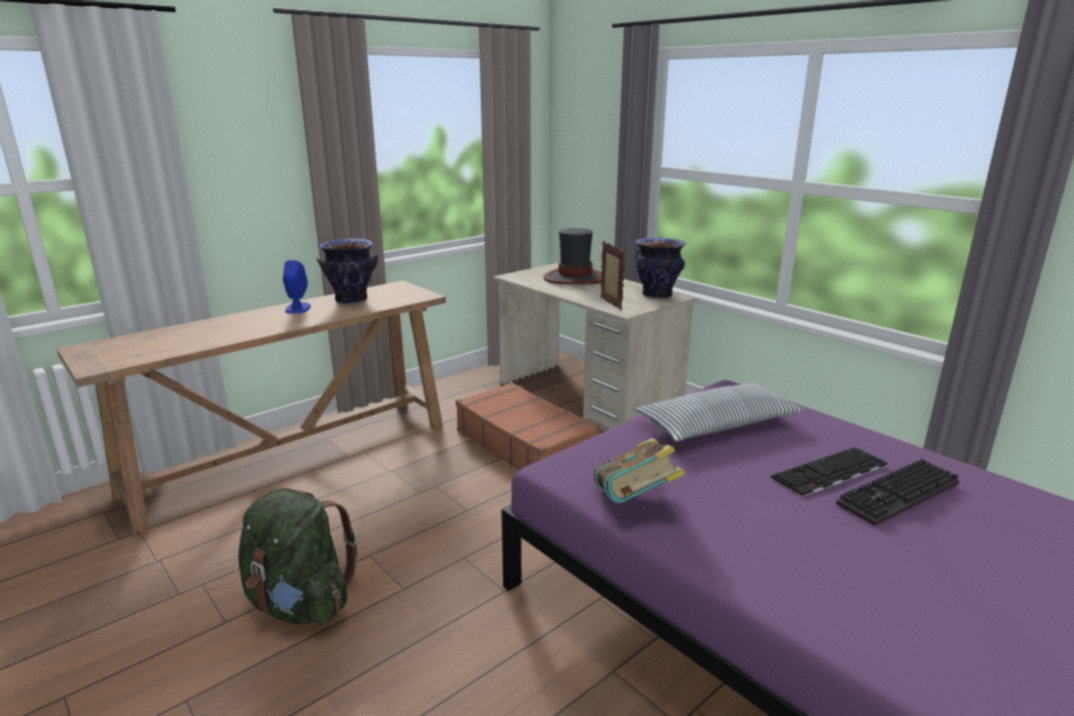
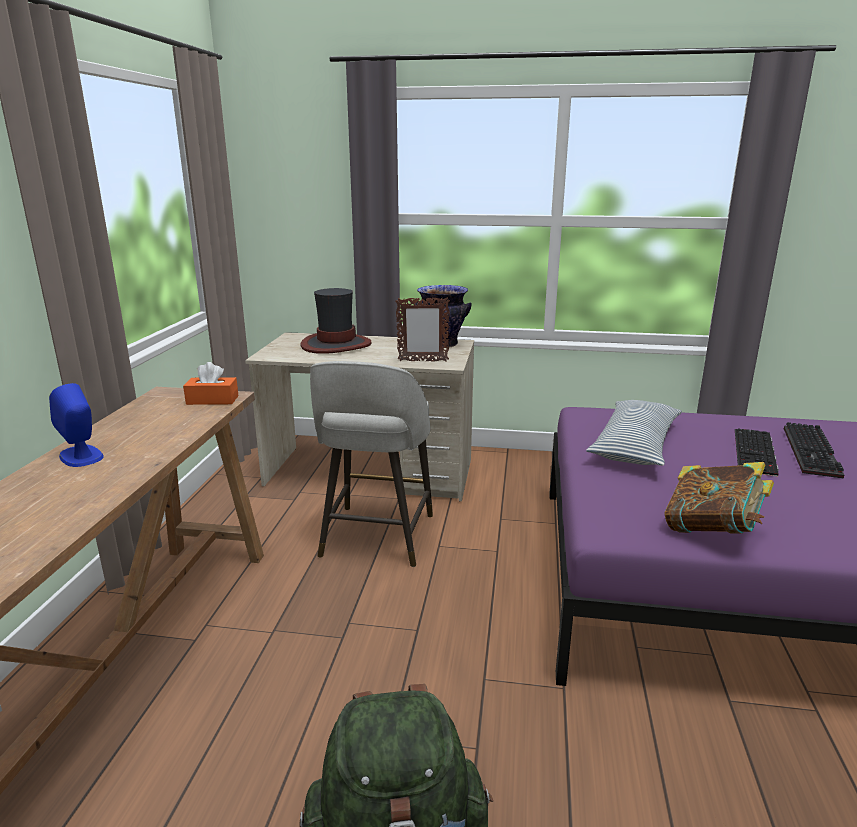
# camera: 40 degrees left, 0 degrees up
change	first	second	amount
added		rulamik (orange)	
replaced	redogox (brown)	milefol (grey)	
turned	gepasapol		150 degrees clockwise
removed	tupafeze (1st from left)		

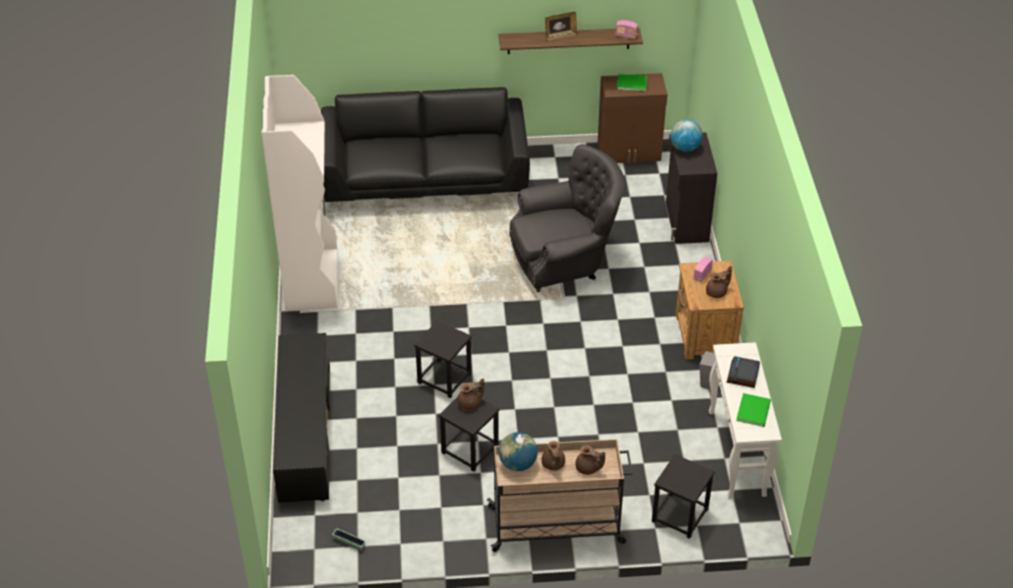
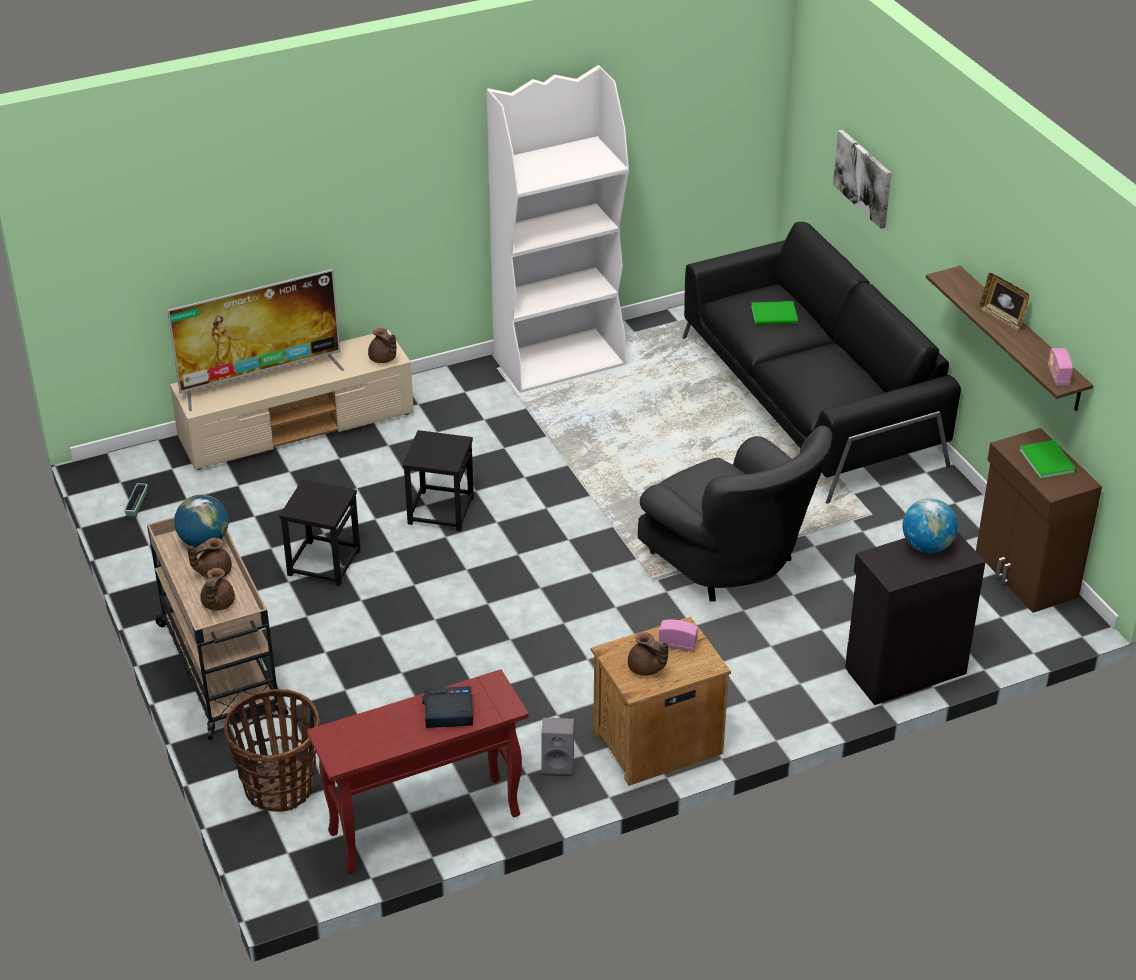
# camera: 70 degrees right, 5 degrees down
change	first	second	amount
added		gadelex	
recoloured	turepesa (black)	turepesa (beige)	
replaced	milefol (black) (3rd from left)	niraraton	
recoloured	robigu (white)	robigu (red)	
moved	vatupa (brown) (1st from left in the first image)	vatupa (brown) (3rd from left)	
moved	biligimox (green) (2nd from left in the first image)	biligimox (green) (1st from left)	
added		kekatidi	

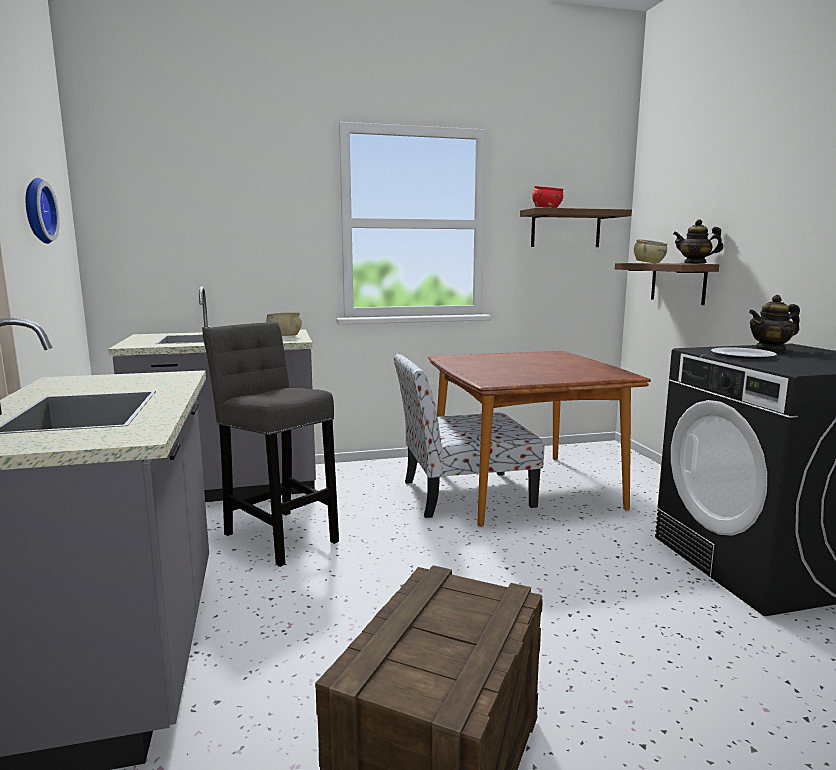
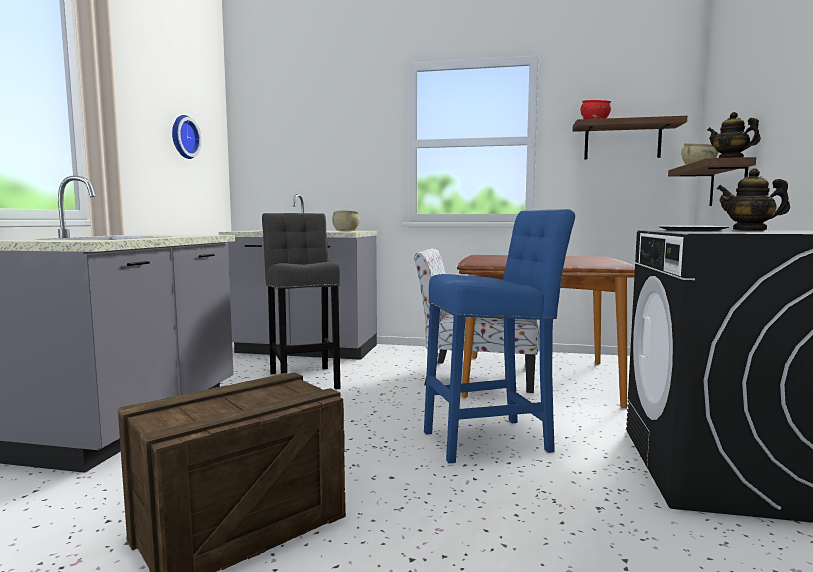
# camera: 25 degrees right, 5 degrees down
change	first	second	amount
added		milefol (blue)	

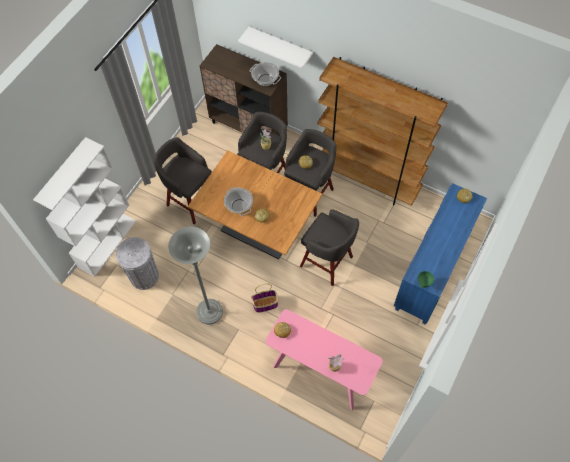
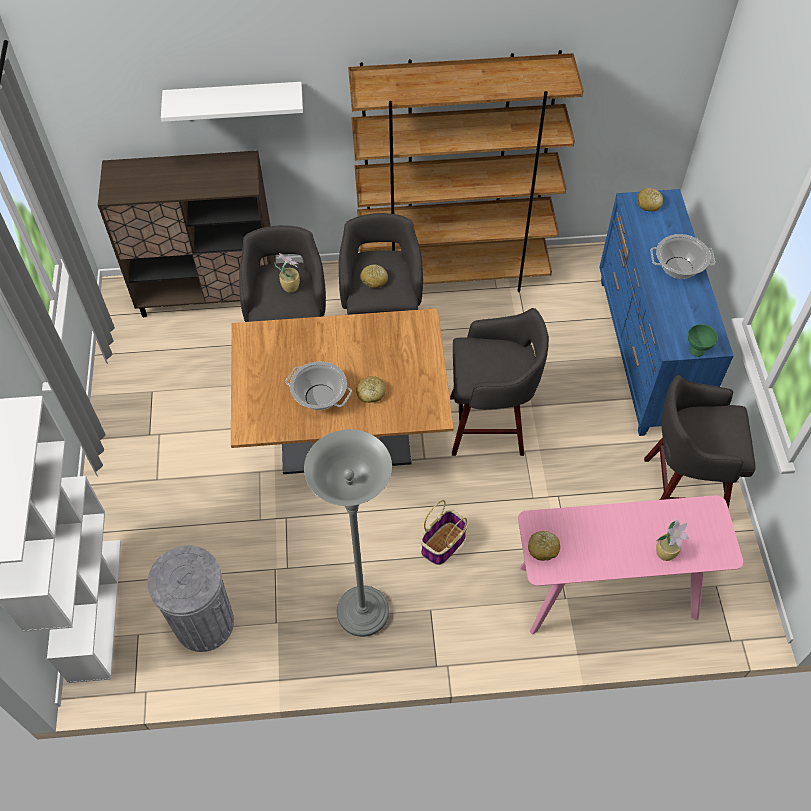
# camera: 35 degrees left, 5 degrees down
change	first	second	amount
moved	milefol (grey) (1st from left in the first image)	milefol (grey) (4th from left)	
moved	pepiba (2nd from left)		

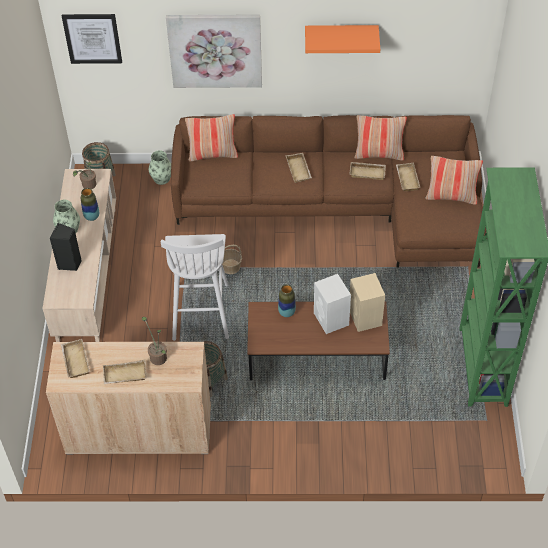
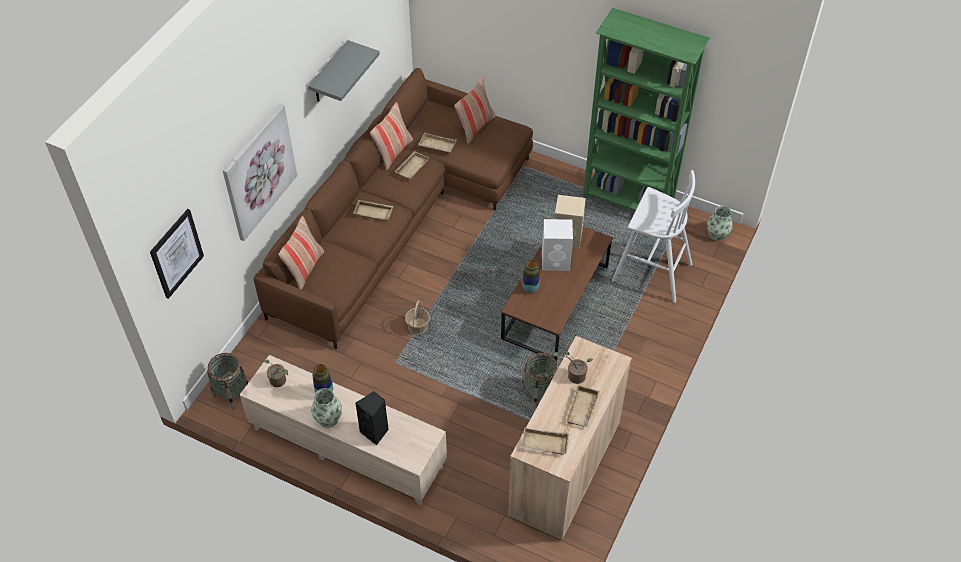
# camera: 65 degrees left, 0 degrees up
change	first	second	amount
recoloured	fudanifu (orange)	fudanifu (grey)	
moved	milefol (white)		
moved	tupafeze (3rd from left in the first image)	tupafeze (4th from left)	

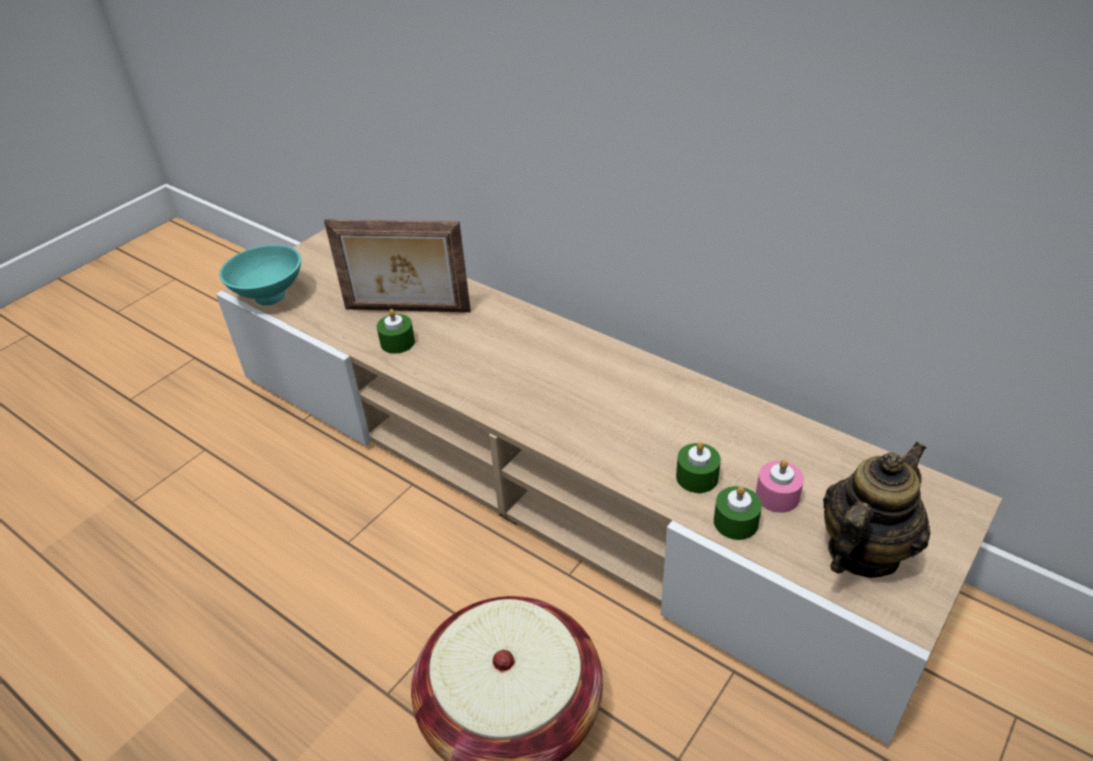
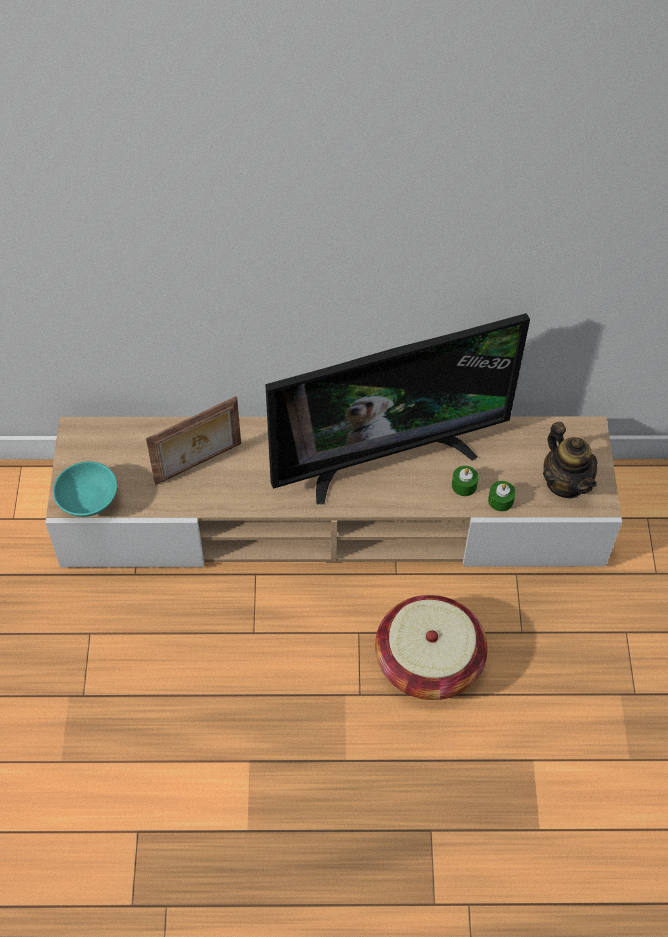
# camera: 40 degrees left, 15 degrees up
change	first	second	amount
added		gadelex	
turned	vatupa		150 degrees clockwise
removed	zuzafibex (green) (1st from left)		
removed	zuzafibex (pink)		

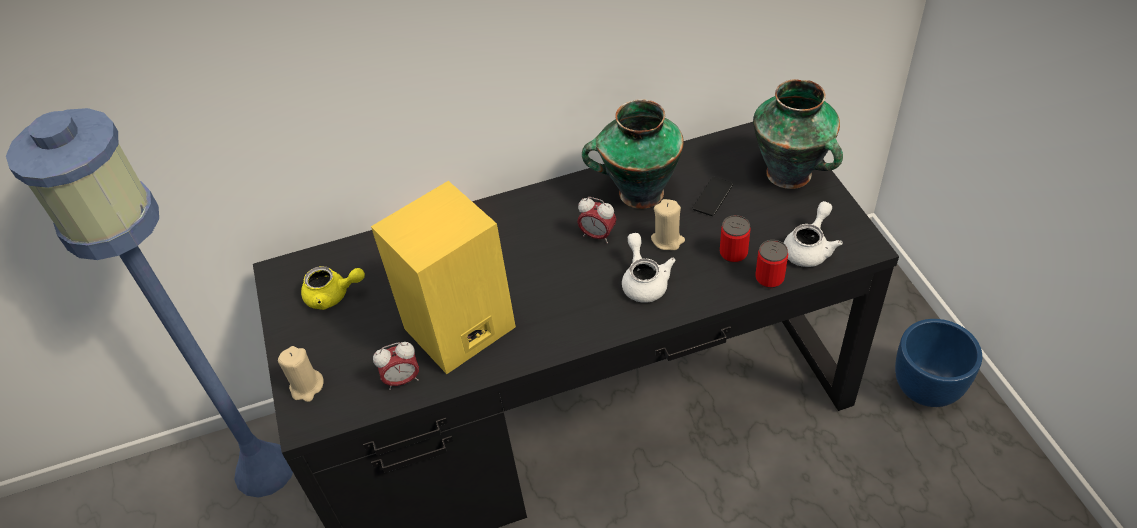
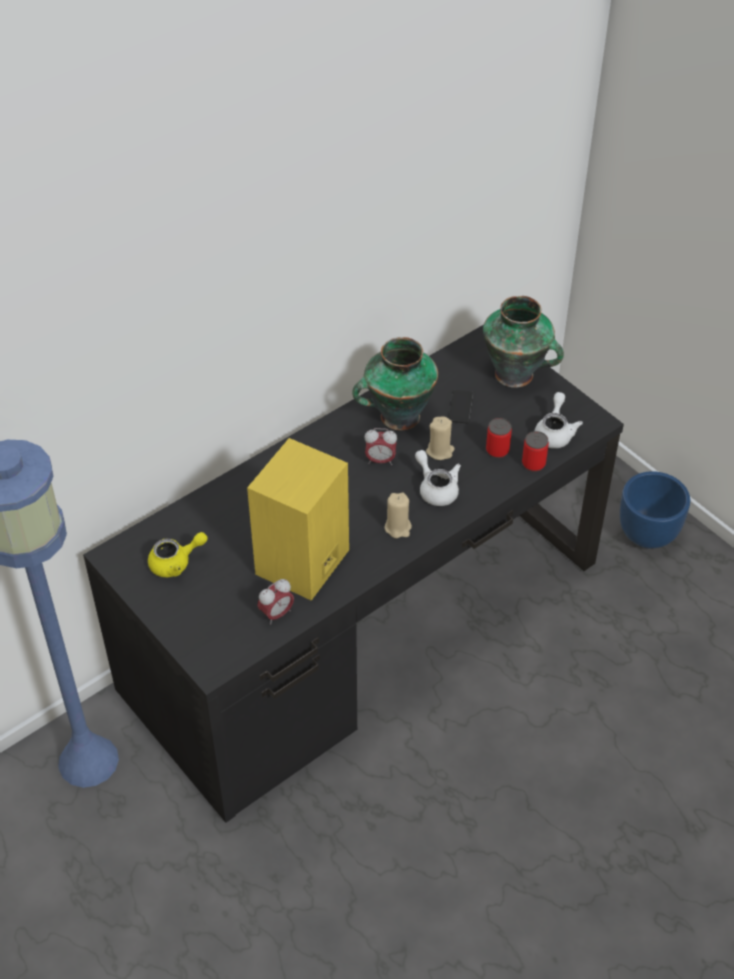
# camera: 25 degrees left, 0 degrees up
change	first	second	amount
moved	zuzafibex (beige) (1st from left)		

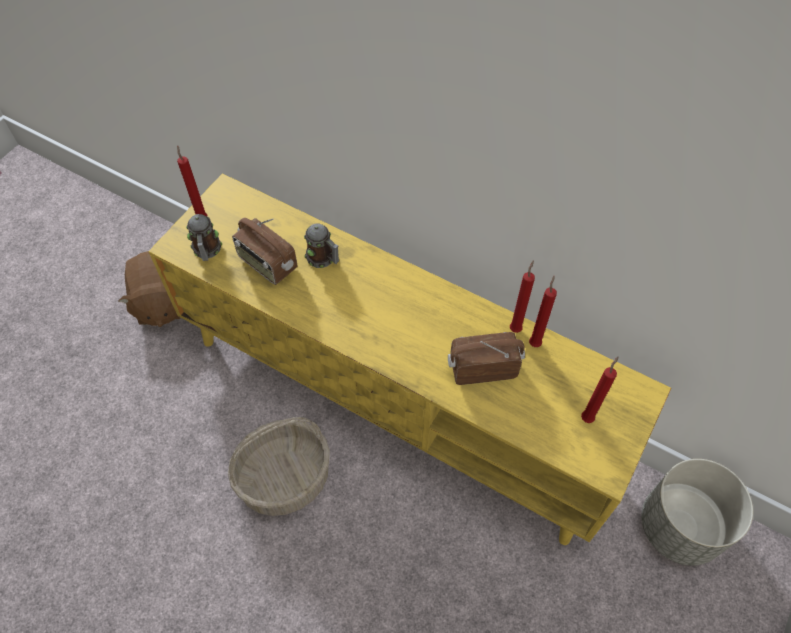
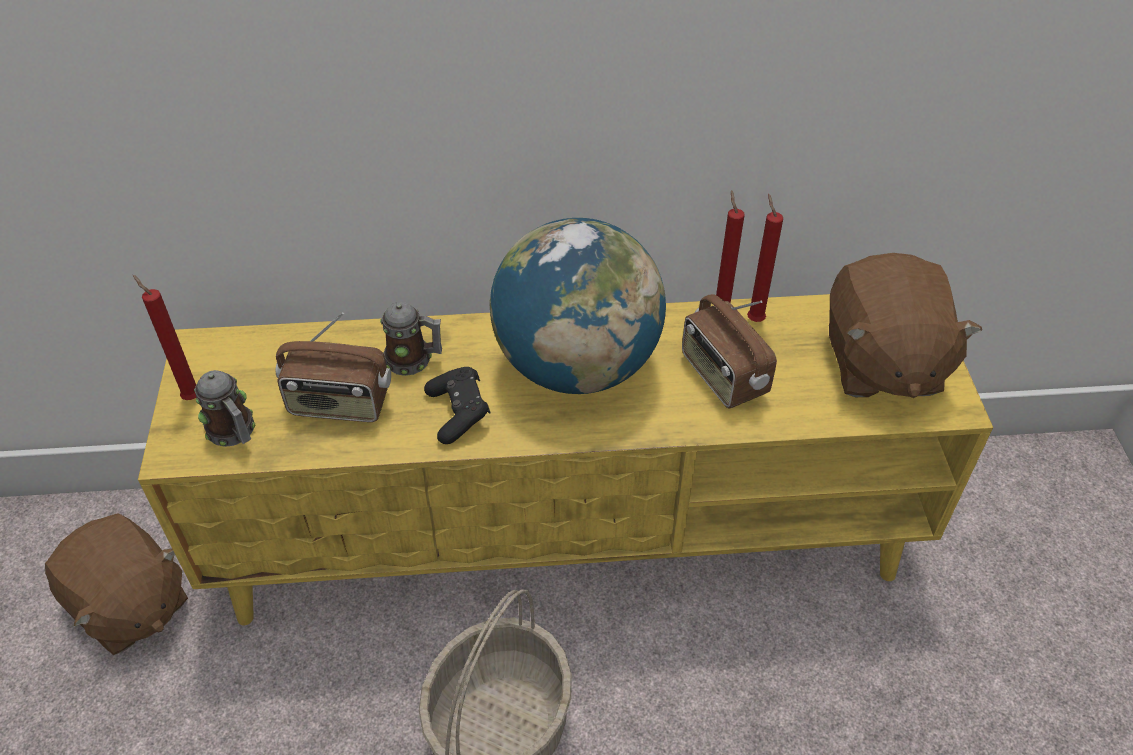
# camera: 35 degrees left, 10 degrees down
change	first	second	amount
added		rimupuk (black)	
added		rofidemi	
turned	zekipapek (2nd from left)		75 degrees counterclockwise
replaced	zuzafibex (red) (4th from left)	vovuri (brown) (2nd from left)	
removed	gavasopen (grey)		

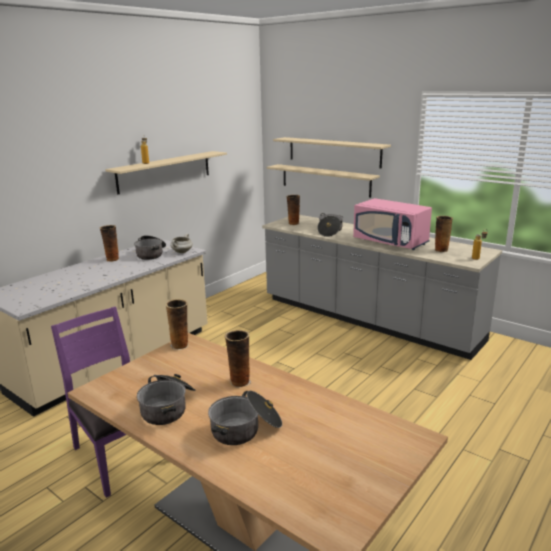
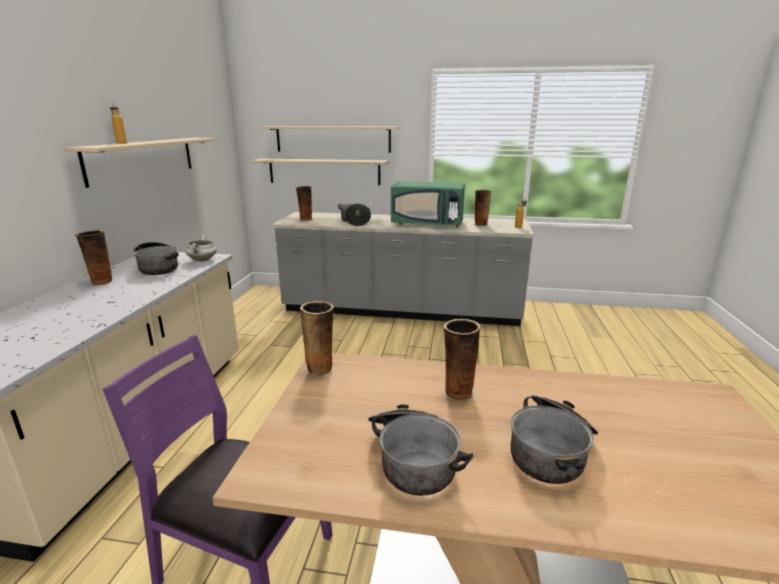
# camera: 30 degrees left, 0 degrees up
change	first	second	amount
recoloured	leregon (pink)	leregon (green)	

